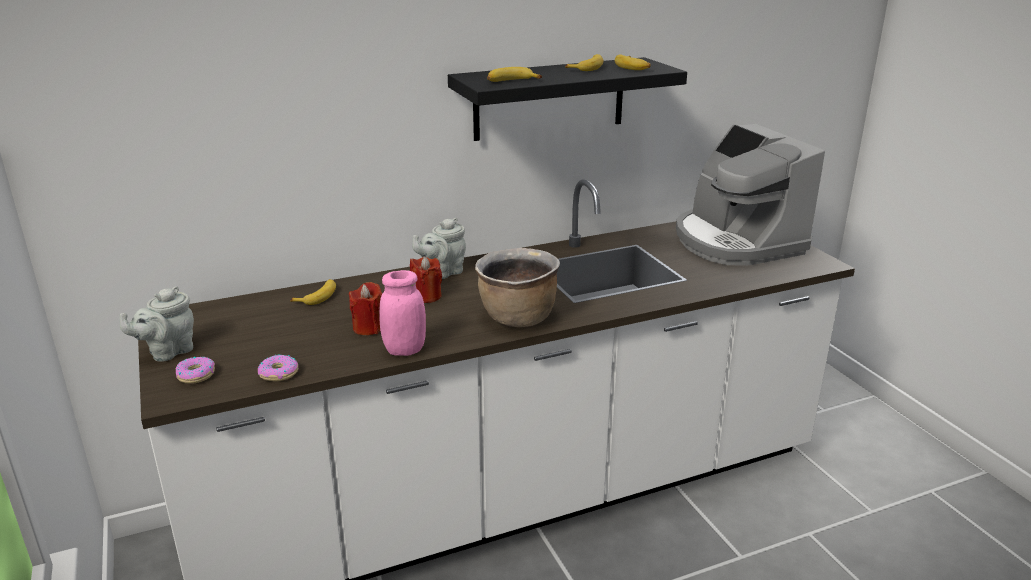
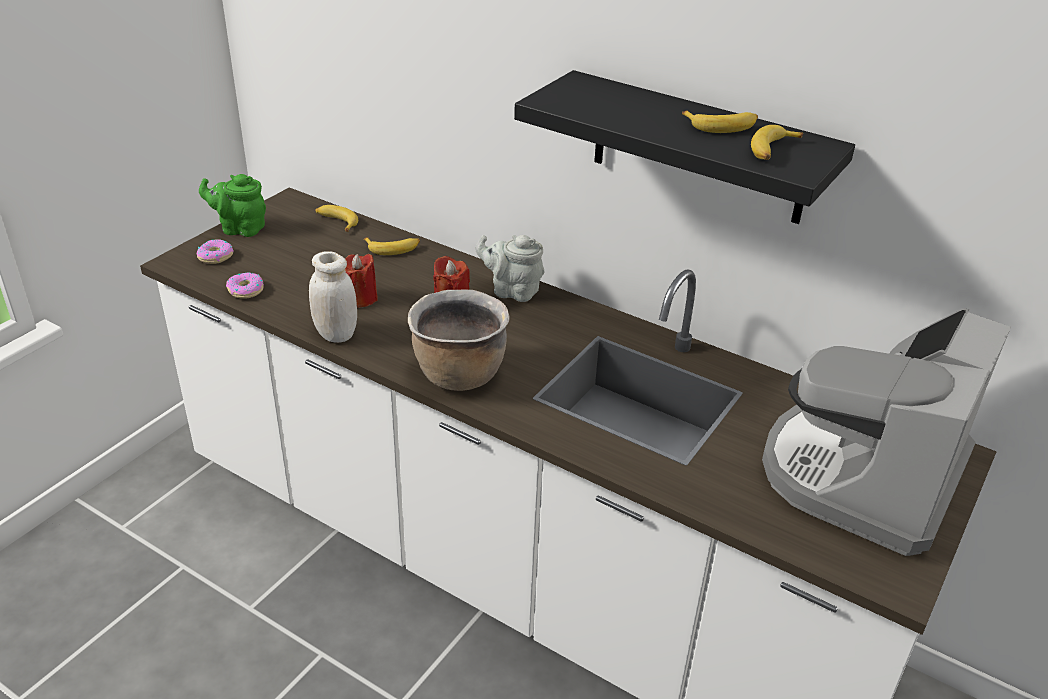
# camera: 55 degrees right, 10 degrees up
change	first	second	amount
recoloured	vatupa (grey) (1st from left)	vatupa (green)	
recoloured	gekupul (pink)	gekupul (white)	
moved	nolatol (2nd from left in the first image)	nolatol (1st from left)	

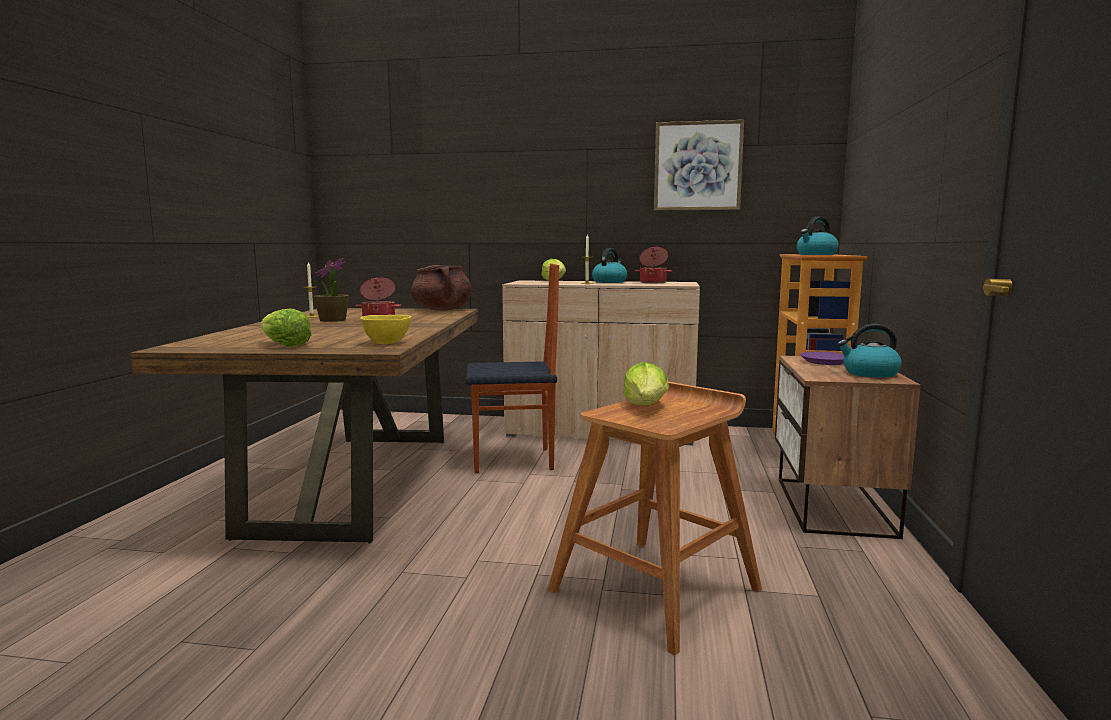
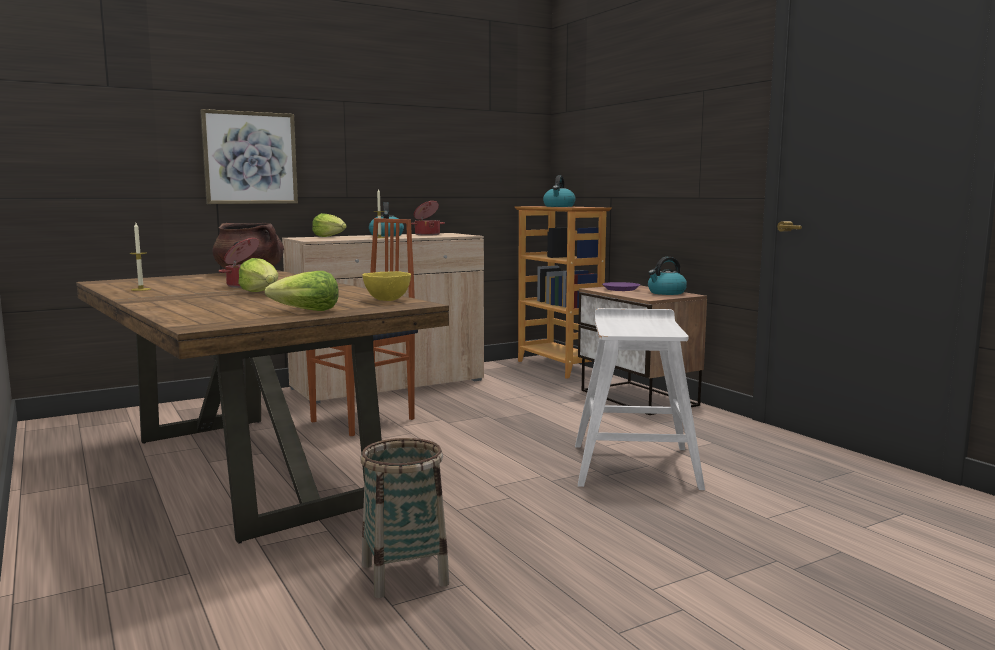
# camera: 40 degrees left, 0 degrees up
change	first	second	amount
moved	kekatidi		
moved	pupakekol (3rd from left in the first image)	pupakekol (1st from left)	
added		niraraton	
recoloured	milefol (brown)	milefol (white)	
removed	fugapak		

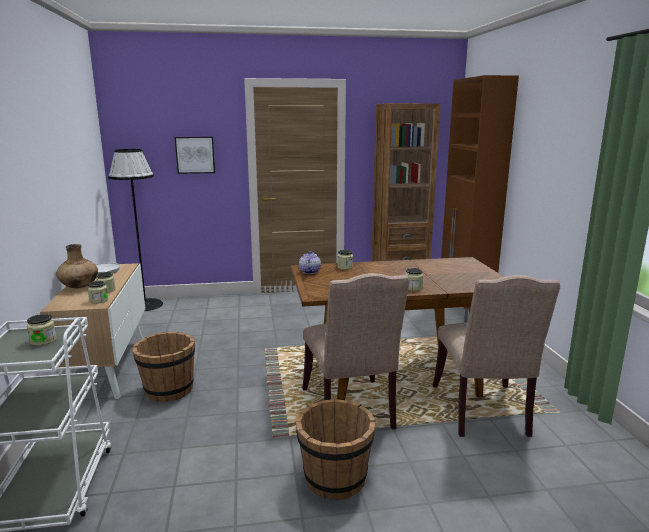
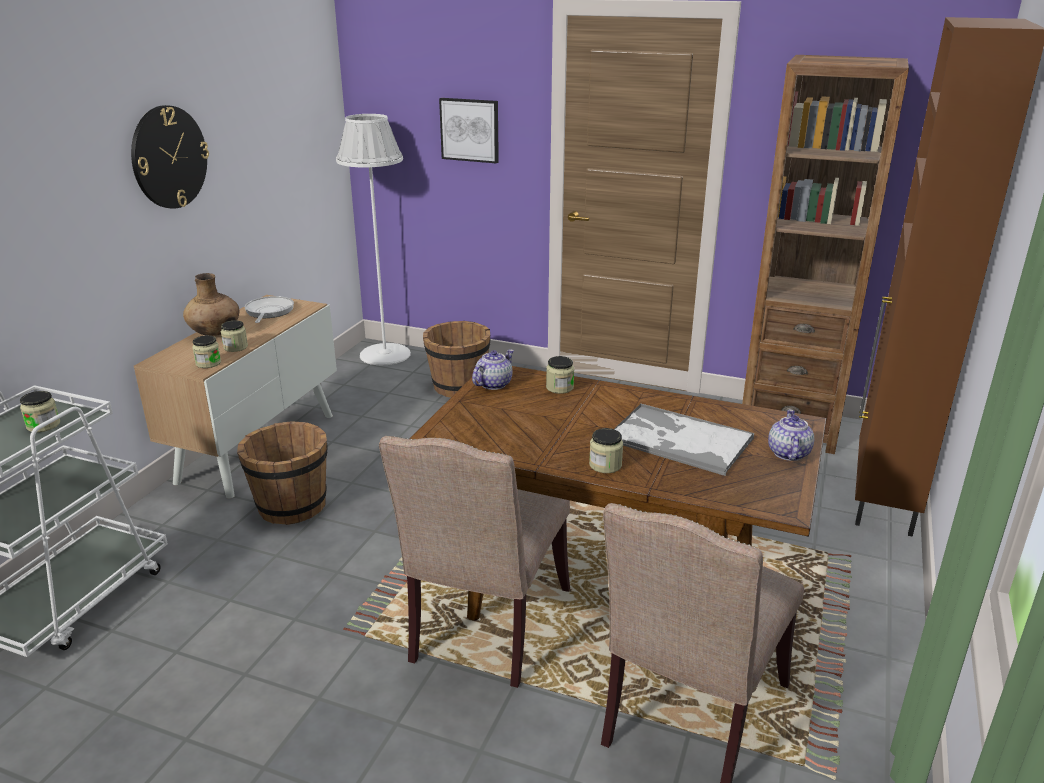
# camera: 30 degrees right, 10 degrees up
change	first	second	amount
added		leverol	
recoloured	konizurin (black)	konizurin (white)	
moved	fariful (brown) (2nd from left)		
added		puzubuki	
added		vatupa (2nd from left)	

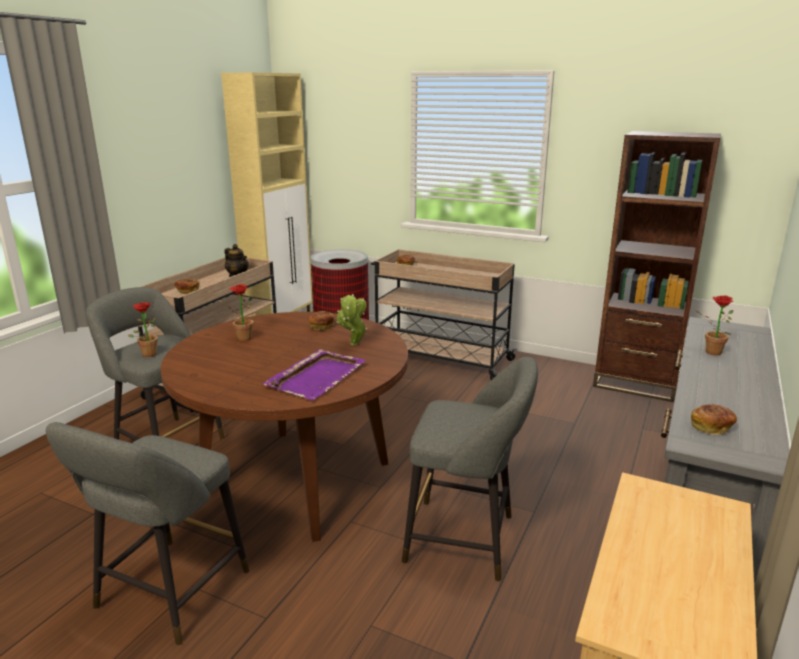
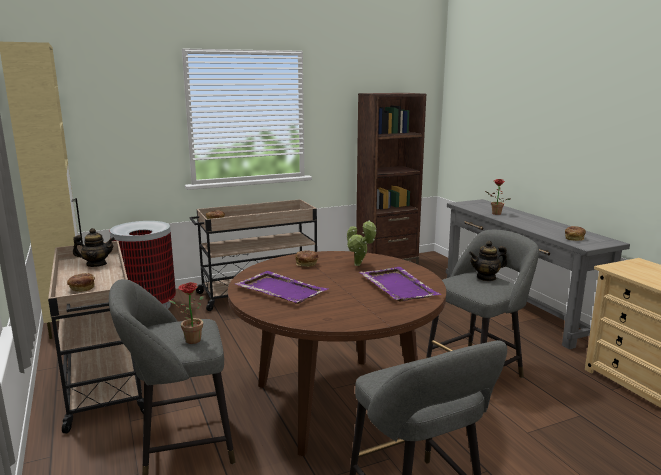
# camera: 50 degrees left, 5 degrees down
change	first	second	amount
replaced	fugapak (2nd from left)	puzubuki (purple) (1st from left)	
added		vatupa (2nd from left)	

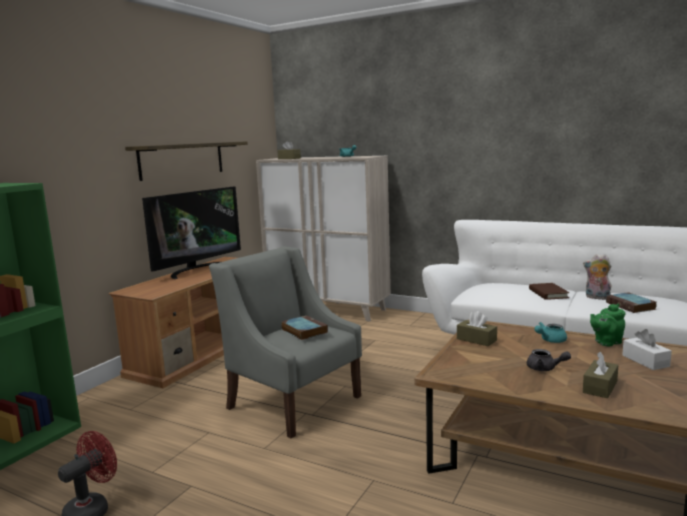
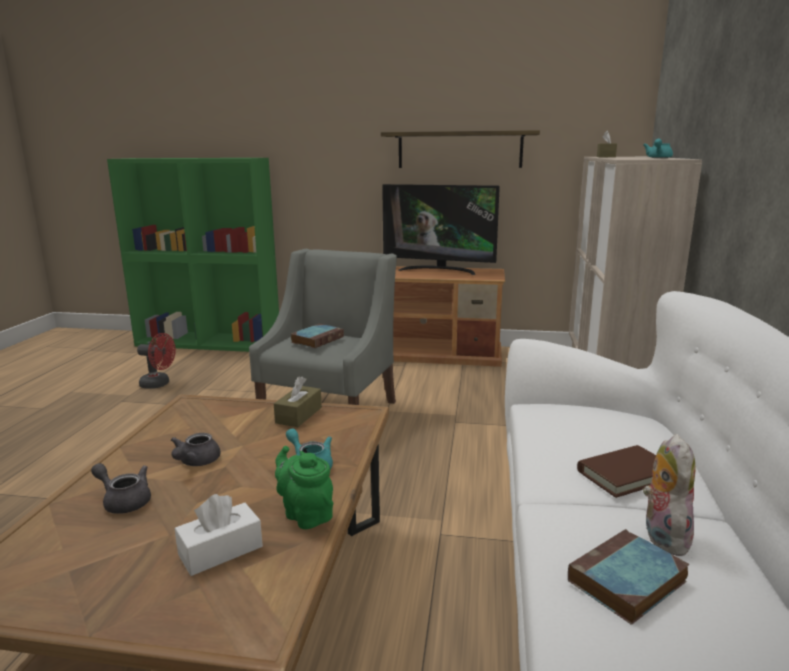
# camera: 70 degrees right, 5 degrees up
change	first	second	amount
replaced	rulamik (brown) (3rd from left)	vatupa (grey) (1st from left)	

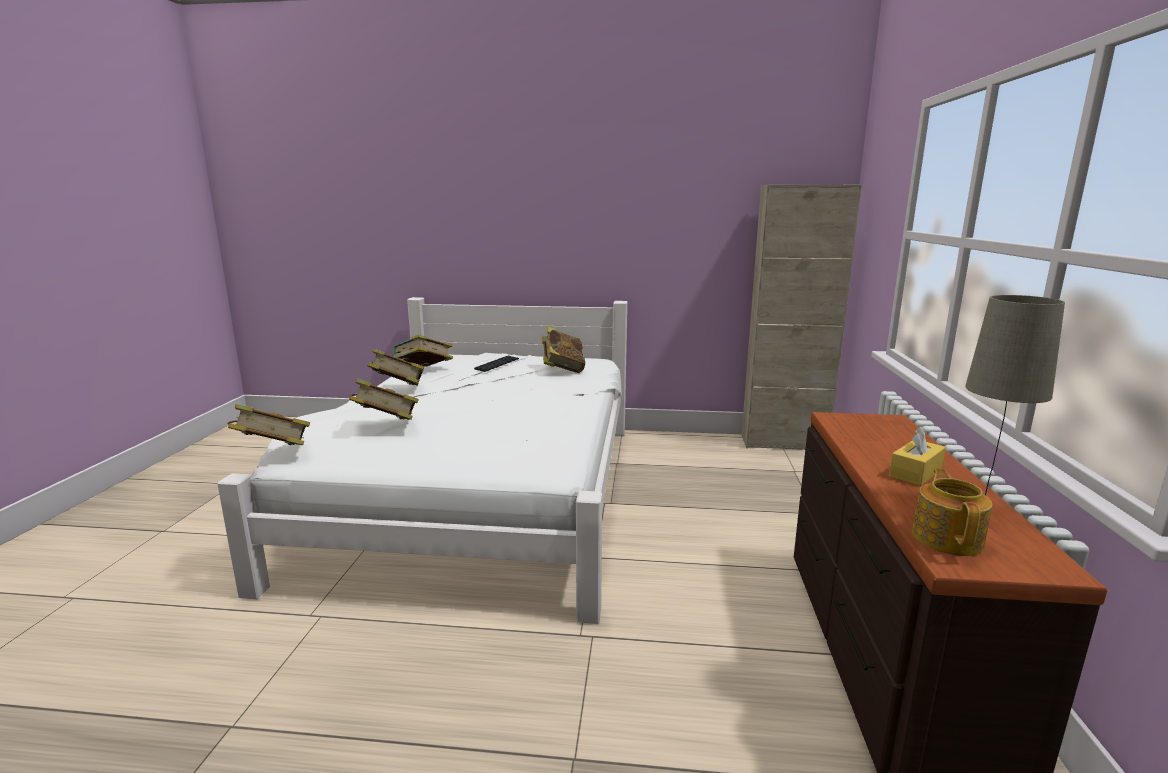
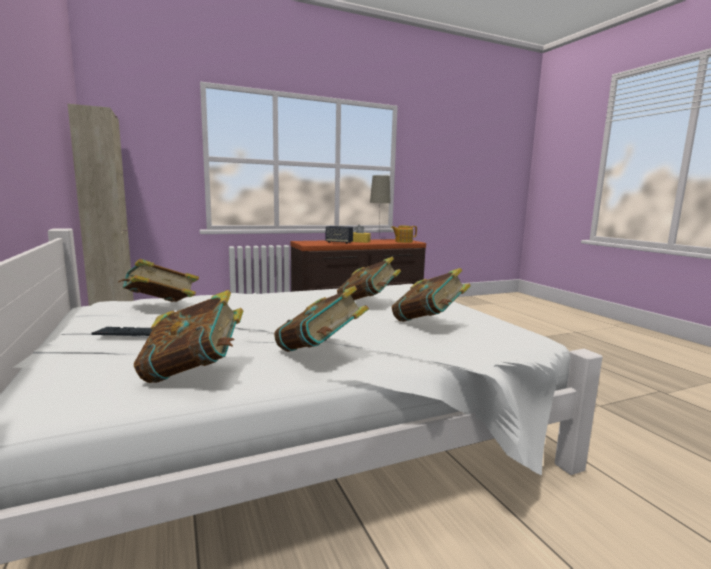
# camera: 120 degrees left, 5 degrees down
change	first	second	amount
added		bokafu	
moved	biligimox (1st from left in the first image)	biligimox (4th from left)	

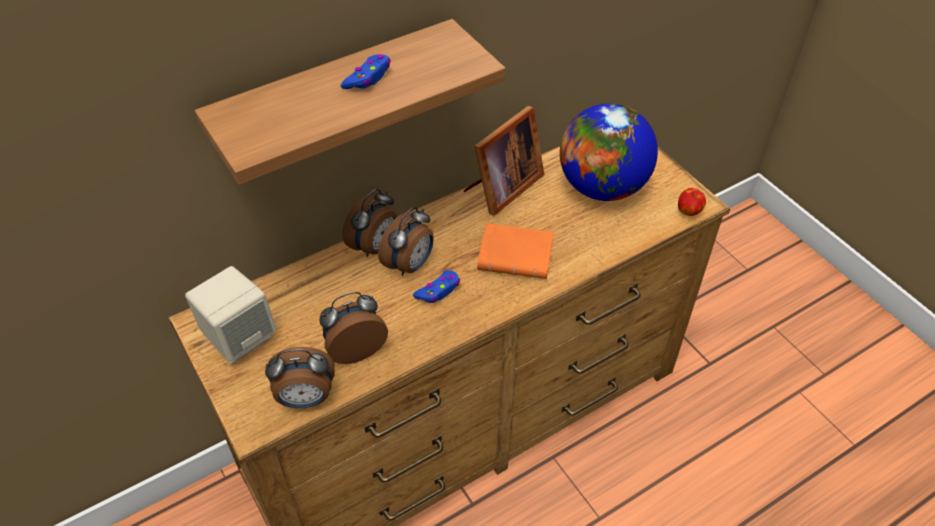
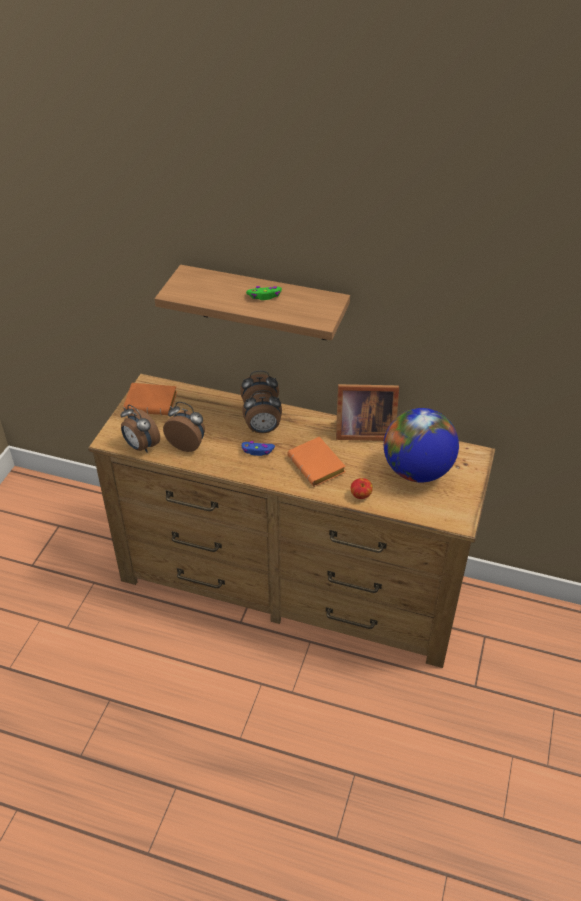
# camera: 50 degrees right, 5 degrees down
change	first	second	amount
replaced	bokafu (beige)	biligimox (orange) (1st from left)	
recoloured	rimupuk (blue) (1st from left)	rimupuk (green)	
moved	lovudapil		

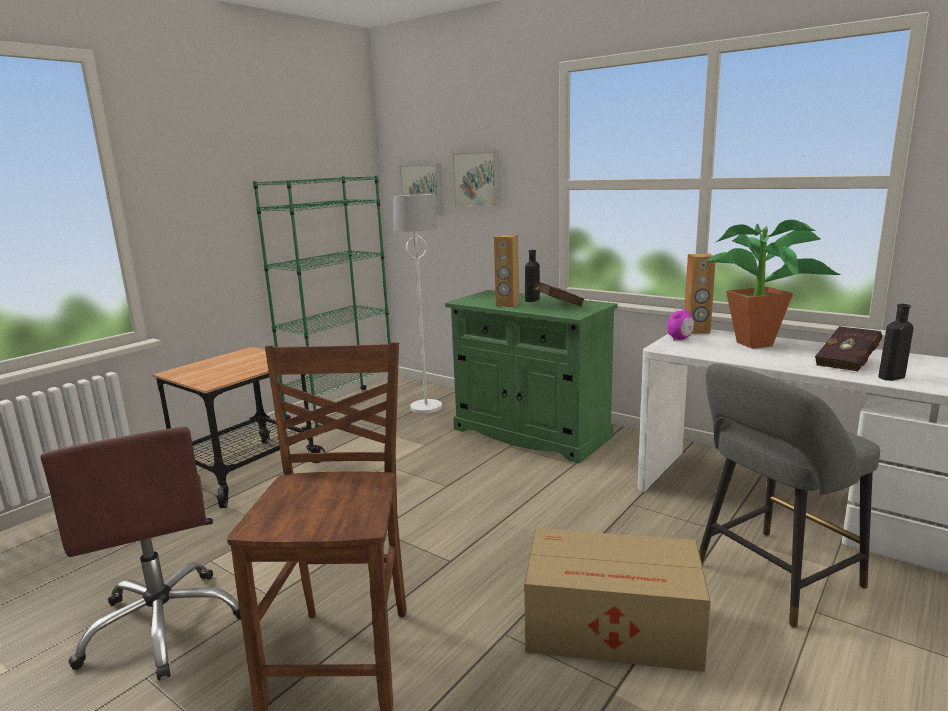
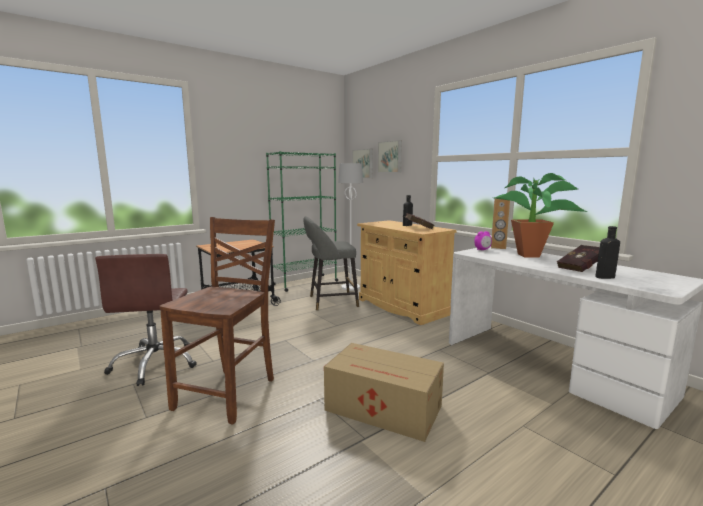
# camera: 15 degrees right, 5 degrees down
change	first	second	amount
moved	milefol (grey)		
recoloured	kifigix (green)	kifigix (beige)	
removed	bokafu (brown) (1st from left)		

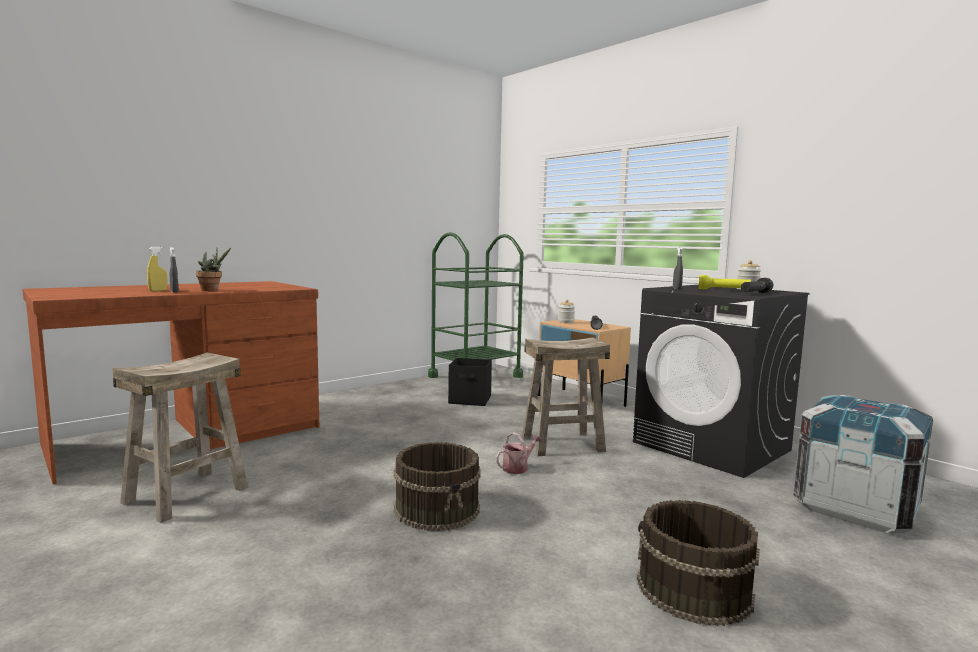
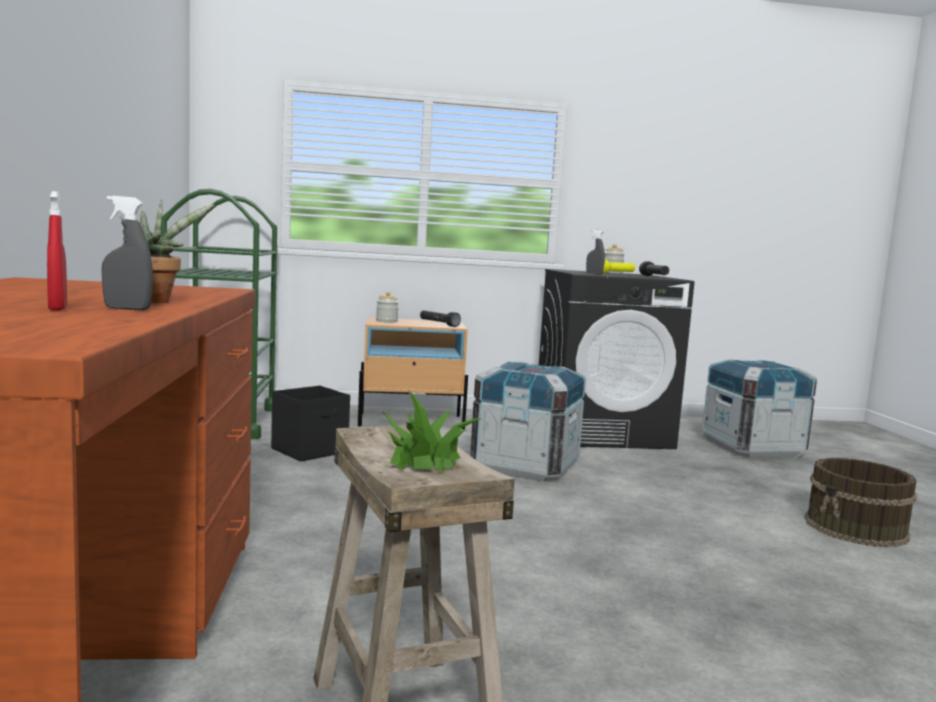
# camera: 55 degrees left, 0 degrees up
change	first	second	amount
recoloured	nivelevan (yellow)	nivelevan (red)	
added		fugapak (2nd from left)	
replaced	milefol (beige) (2nd from left)	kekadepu (1st from left)	
removed	fariful (brown) (1st from left)		
removed	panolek		

